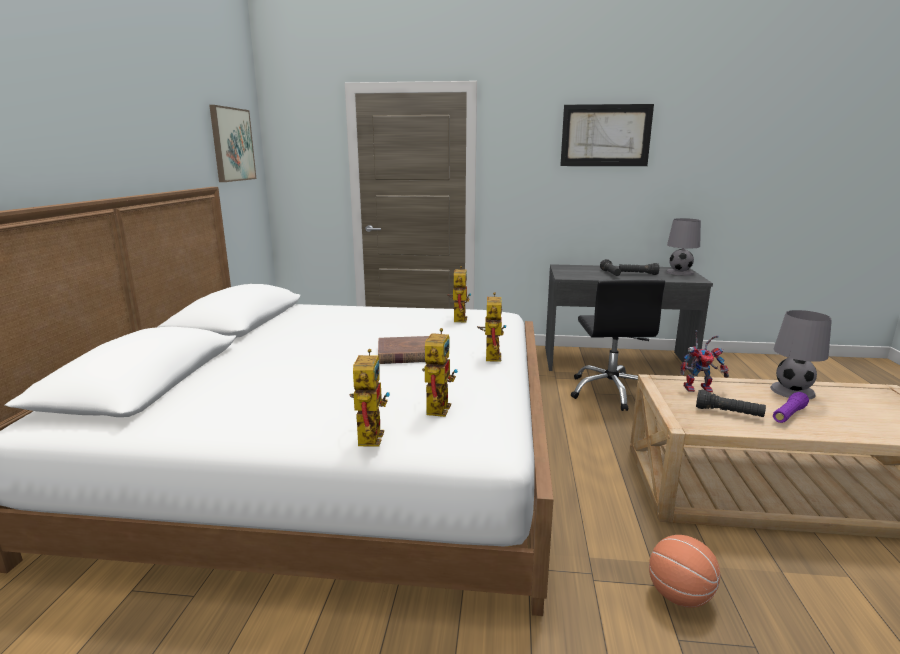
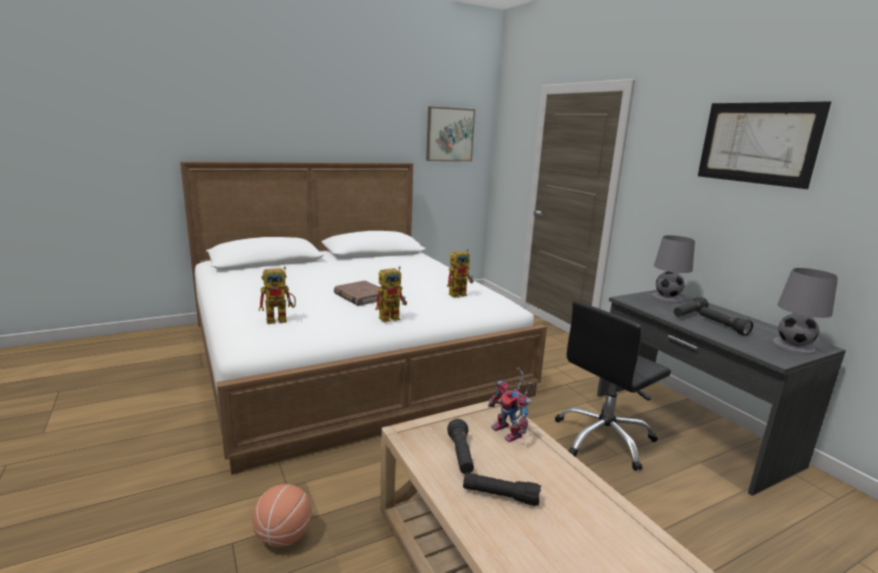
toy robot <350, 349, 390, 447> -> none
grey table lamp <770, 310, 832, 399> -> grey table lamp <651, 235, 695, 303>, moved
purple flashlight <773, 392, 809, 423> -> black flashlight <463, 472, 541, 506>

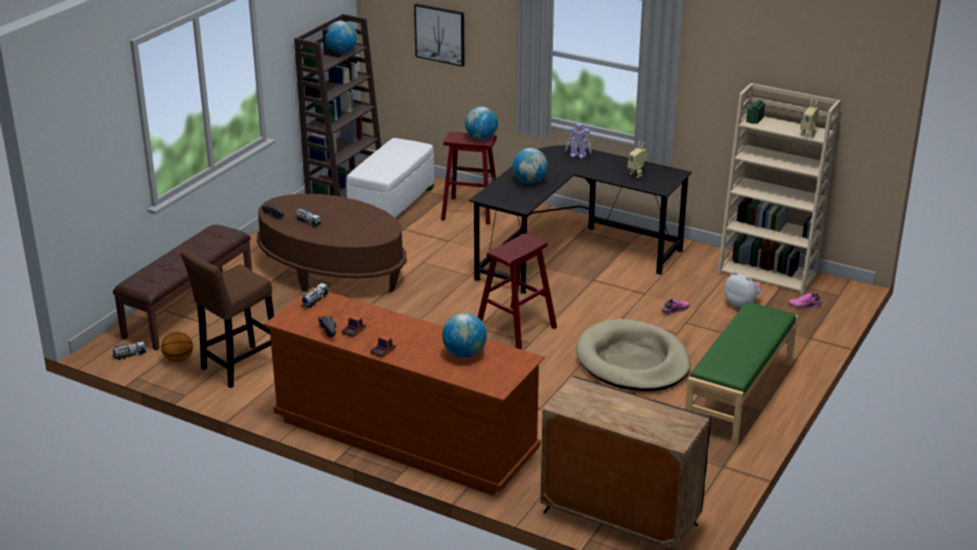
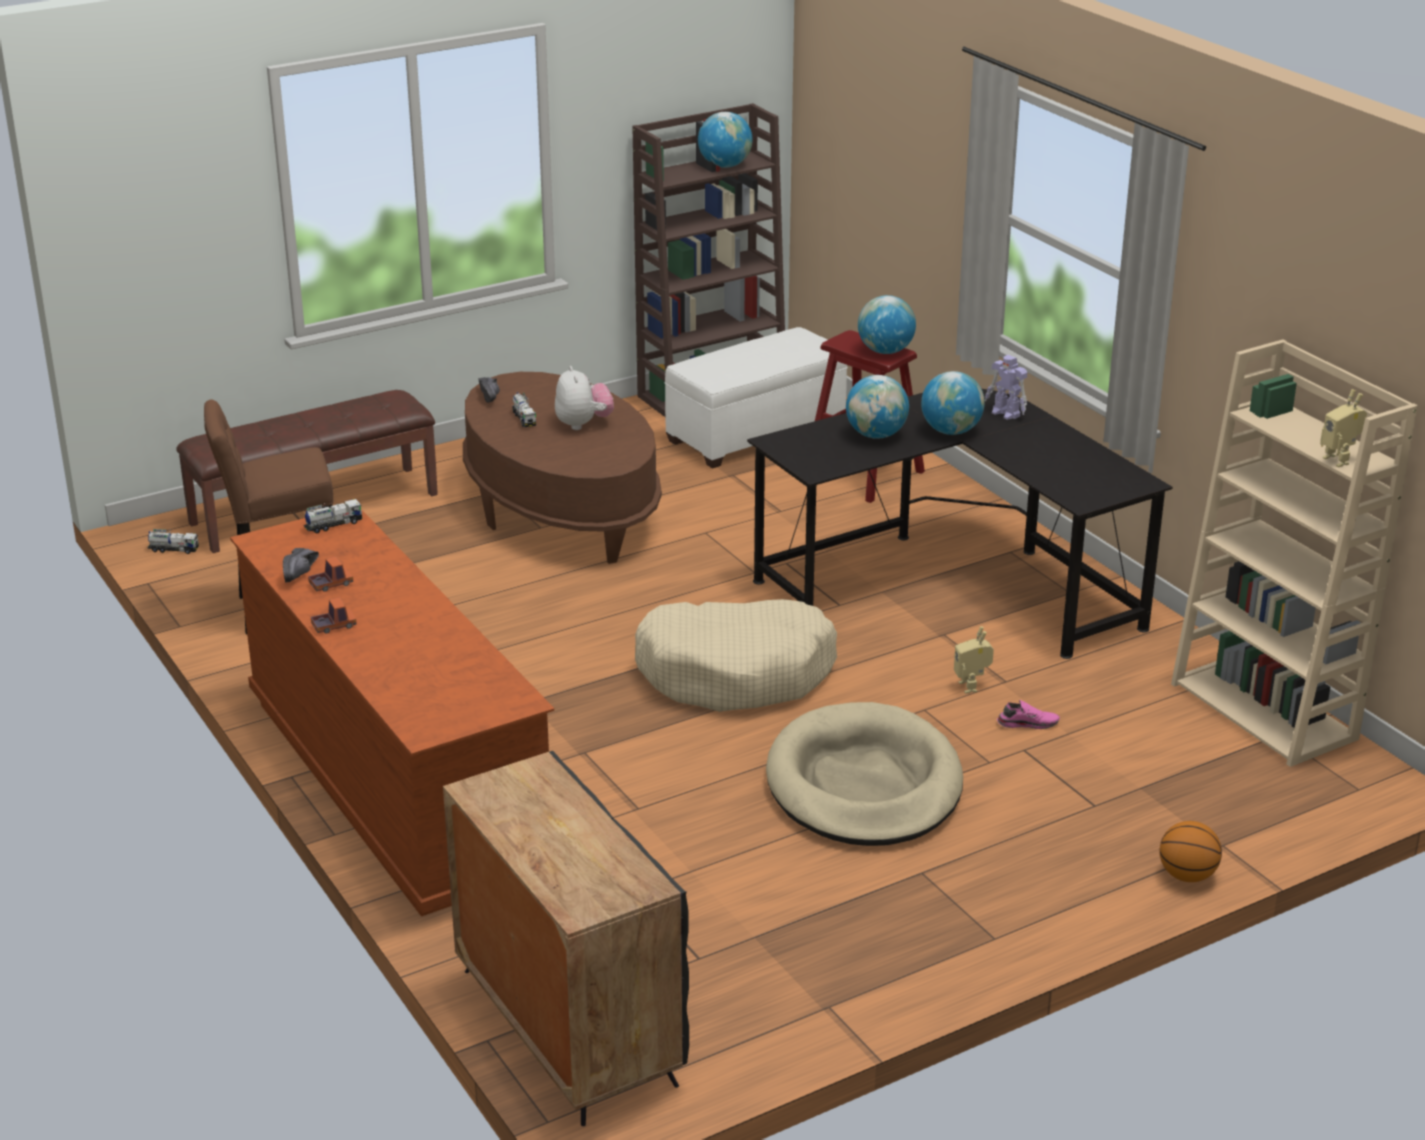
basketball <161, 331, 193, 363> -> basketball <1159, 821, 1222, 882>, moved
picture <414, 4, 465, 67> -> none
globe <442, 313, 487, 358> -> globe <921, 371, 985, 435>, moved
red stool <478, 233, 557, 349> -> beige dog bed <635, 599, 837, 712>
toy robot <628, 140, 647, 178> -> toy robot <954, 626, 994, 694>, moved
green bench <685, 302, 798, 446> -> none
plush toy <724, 272, 762, 309> -> plush toy <555, 366, 614, 430>, moved
pink shoe <788, 293, 822, 309> -> none

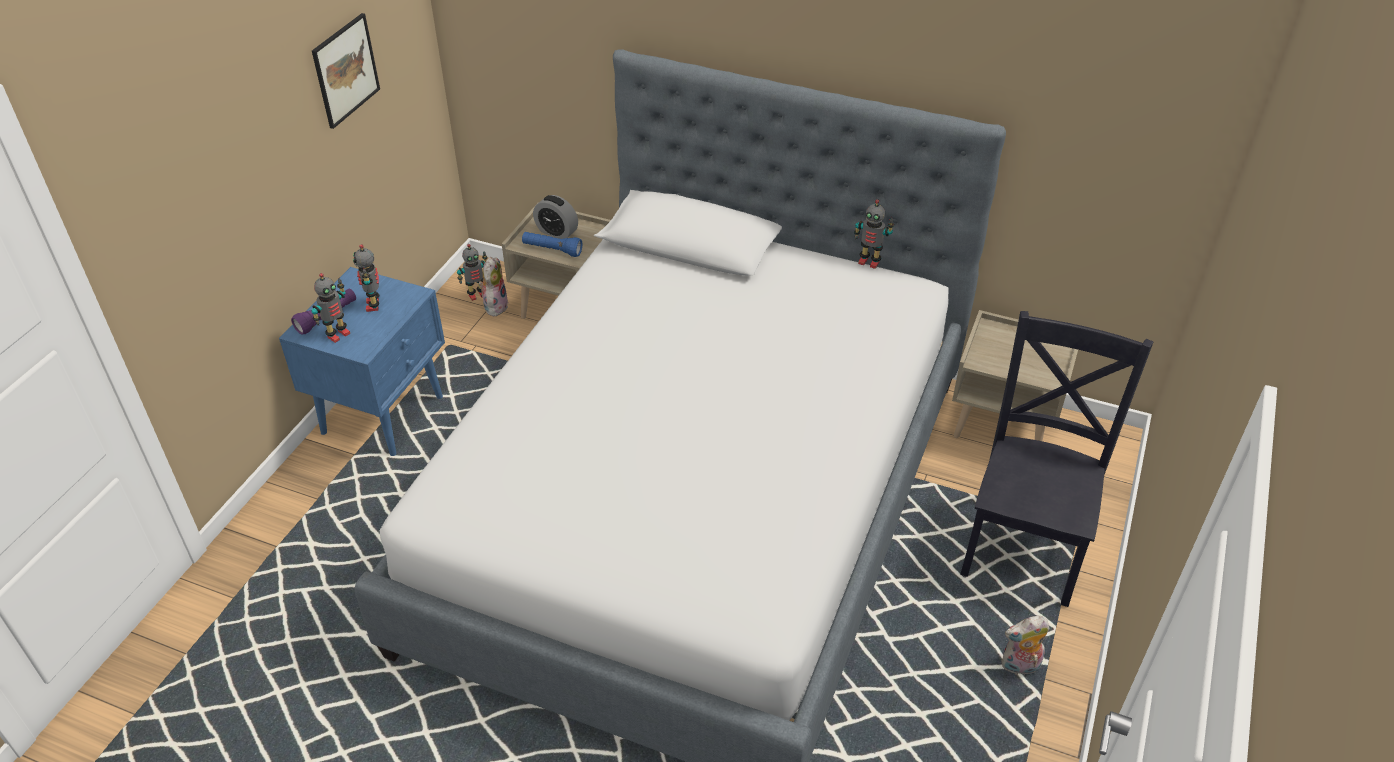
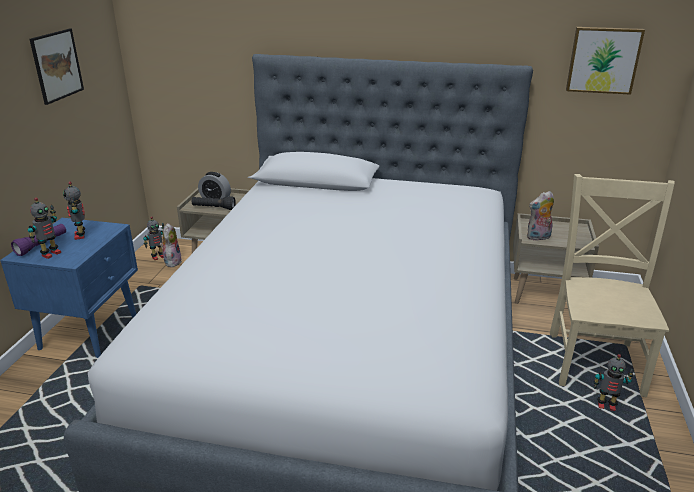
blue flashlight <522, 232, 582, 257> -> black flashlight <192, 196, 236, 210>
toy robot <854, 199, 894, 269> -> toy robot <594, 354, 633, 411>, moved
black chair <960, 311, 1153, 607> -> beige chair <550, 174, 675, 397>
plush toy <1001, 616, 1049, 675> -> plush toy <527, 191, 554, 241>, moved
none -> picture <566, 27, 645, 95>

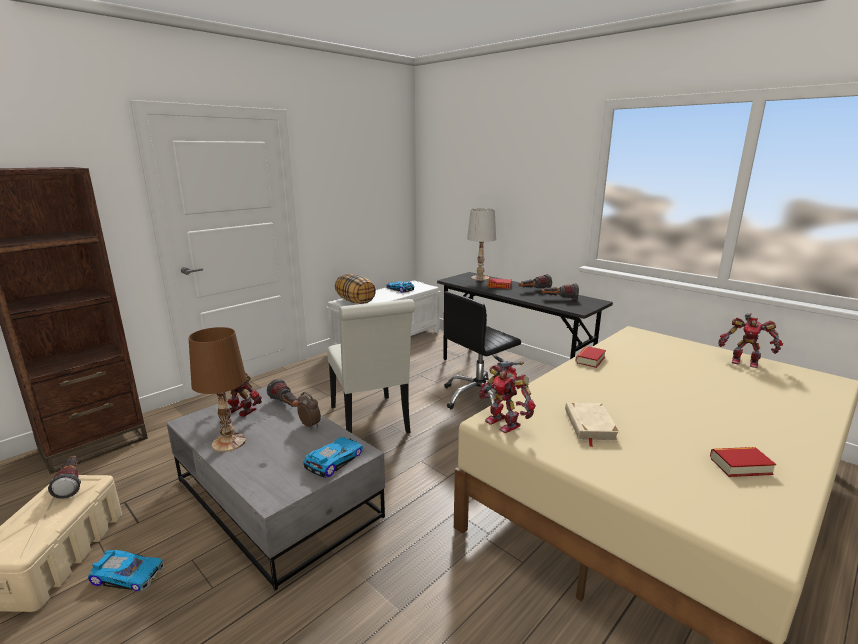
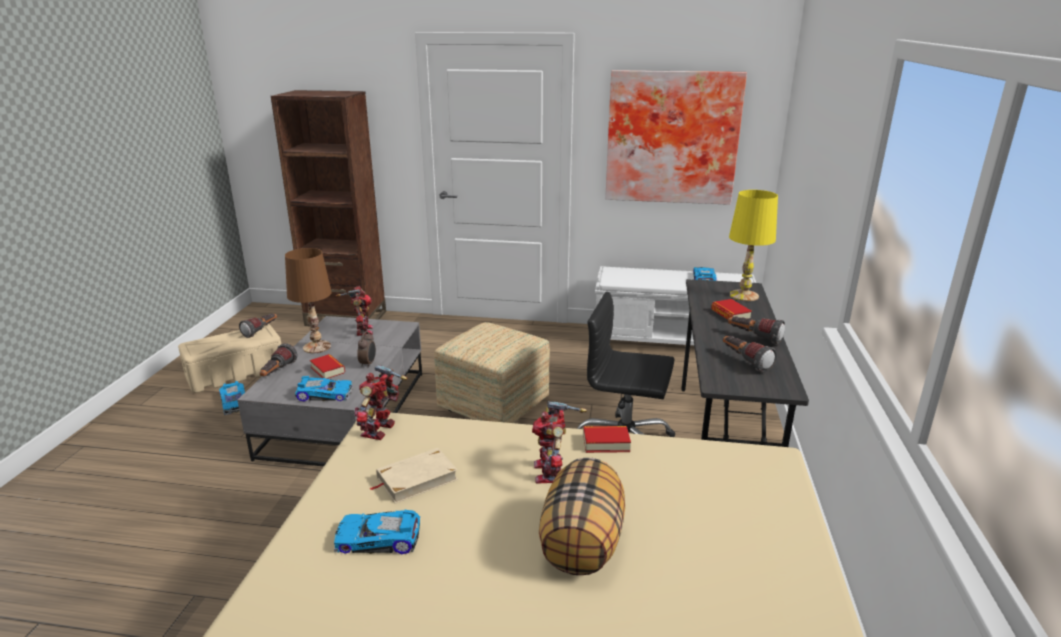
flashlight <267, 379, 299, 407> -> flashlight <260, 343, 297, 376>, moved
white chair <327, 299, 415, 433> -> ottoman <434, 322, 550, 423>
pillow <335, 274, 376, 304> -> pillow <539, 458, 625, 575>, moved
white table lamp <467, 208, 496, 281> -> yellow table lamp <729, 190, 778, 301>
book <710, 447, 776, 477> -> book <310, 354, 345, 379>, moved
toy robot <719, 313, 783, 368> -> toy robot <532, 401, 587, 483>, moved
none -> toy car <334, 510, 420, 554>
none -> picture <605, 70, 747, 205>

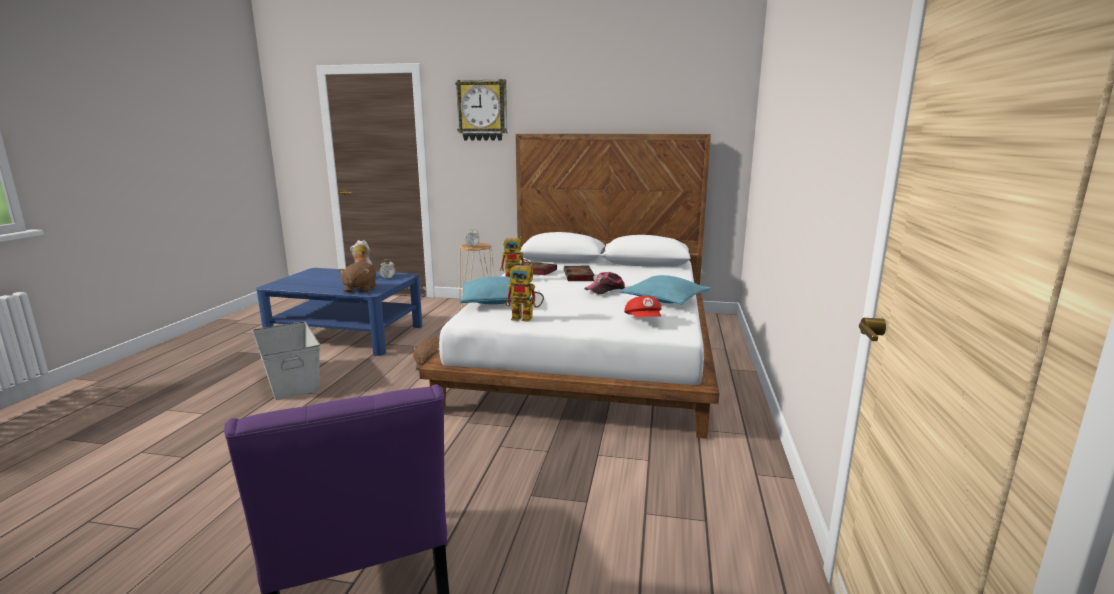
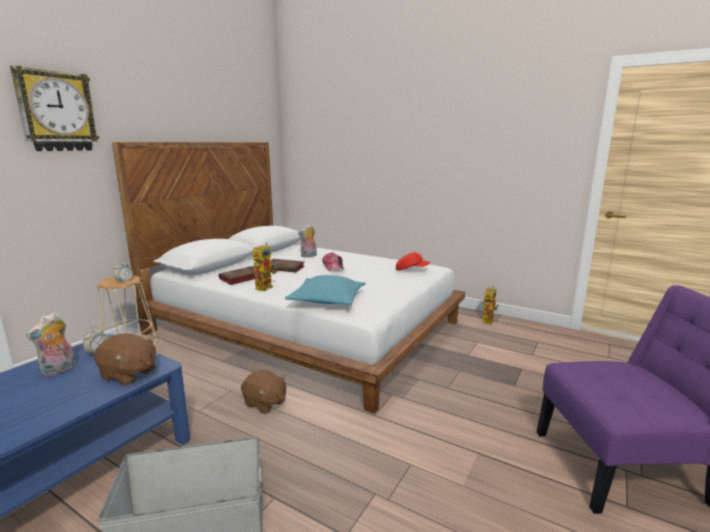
toy robot <505, 264, 544, 322> -> toy robot <482, 286, 499, 325>, moved
turquoise pillow <619, 275, 711, 304> -> none
none -> plush toy <298, 224, 317, 258>

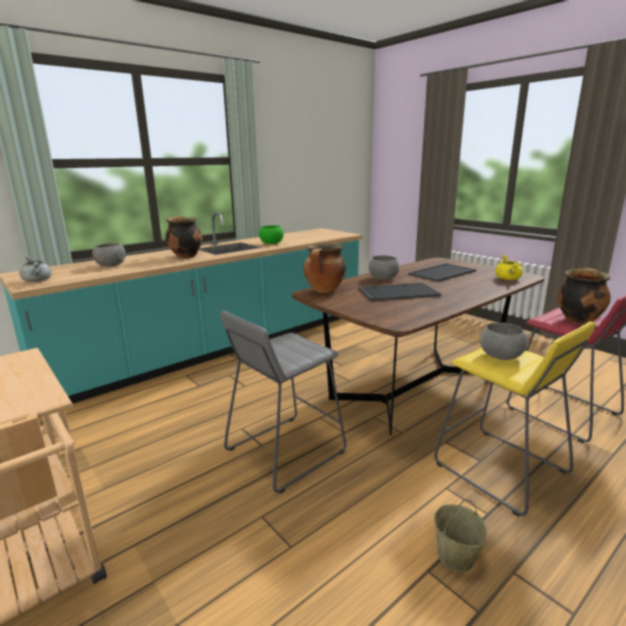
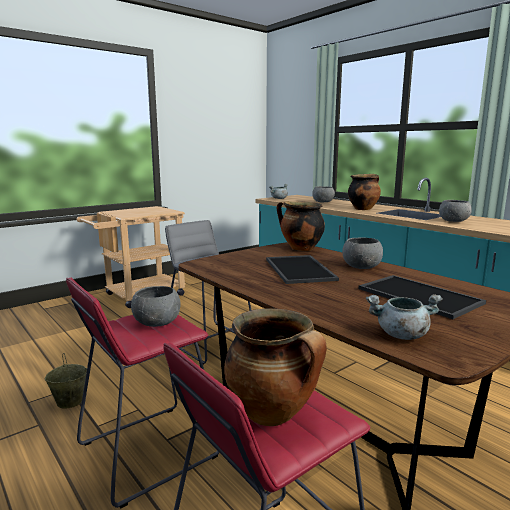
green bowl <259, 225, 284, 244> -> grey bowl <439, 200, 472, 222>
yellow stool <434, 322, 595, 516> -> red stool <66, 278, 219, 509>
yellow cooking pot <495, 255, 523, 280> -> grey cooking pot <366, 294, 443, 340>

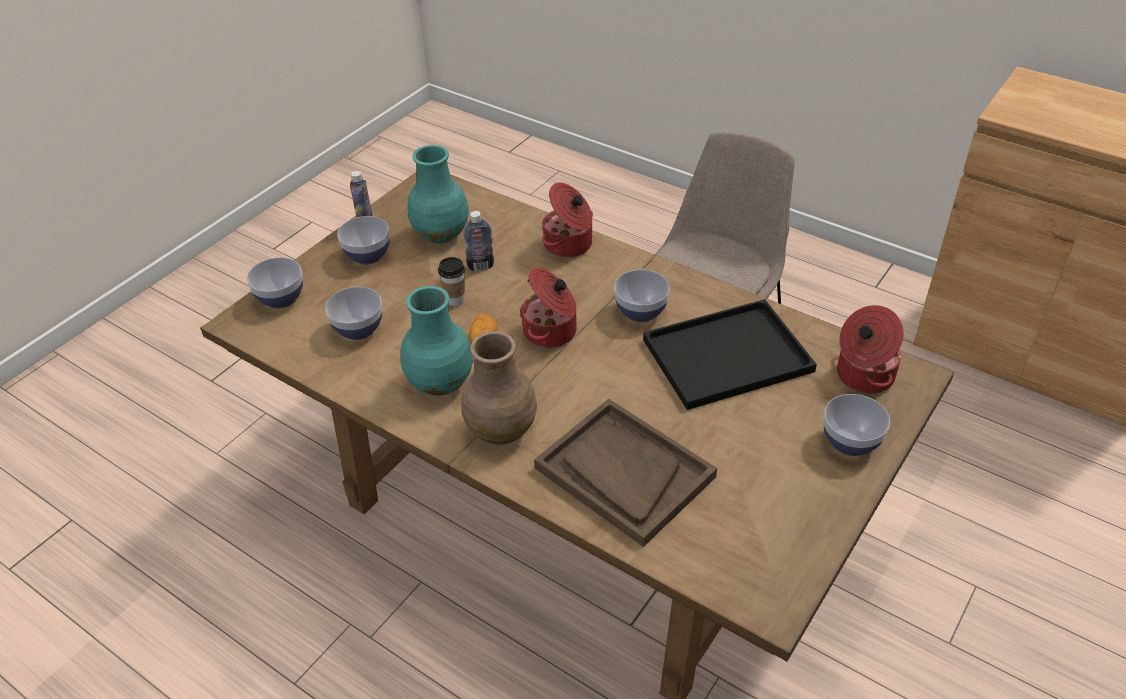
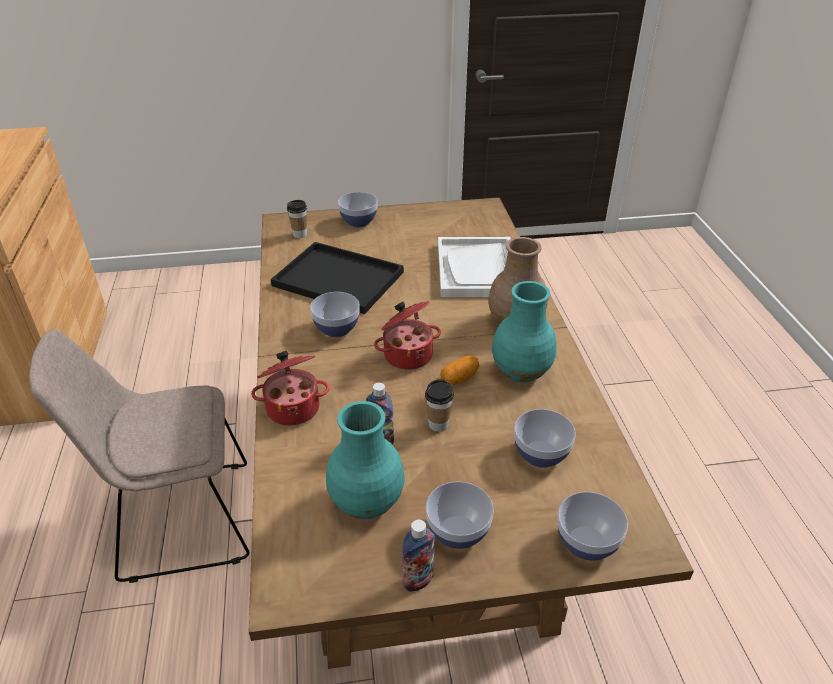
brown tray <534, 399, 717, 547> -> white tray <438, 237, 511, 297>
cooking pot <837, 305, 903, 394> -> cup <287, 200, 307, 238>

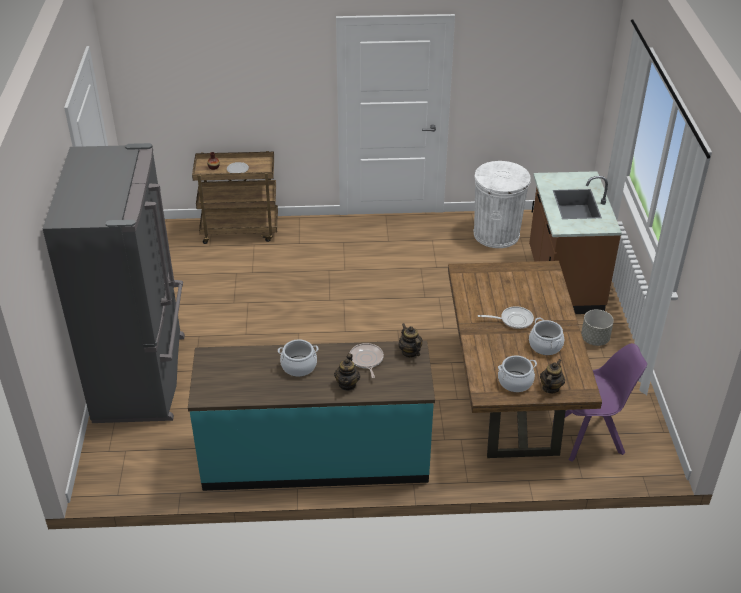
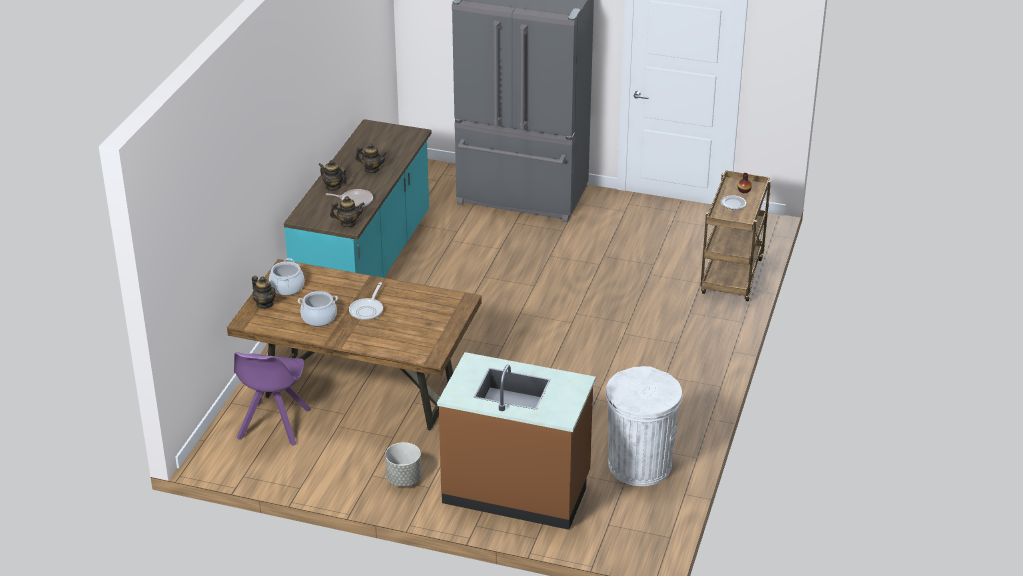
cooking pot <278, 339, 318, 377> -> teapot <355, 143, 387, 173>

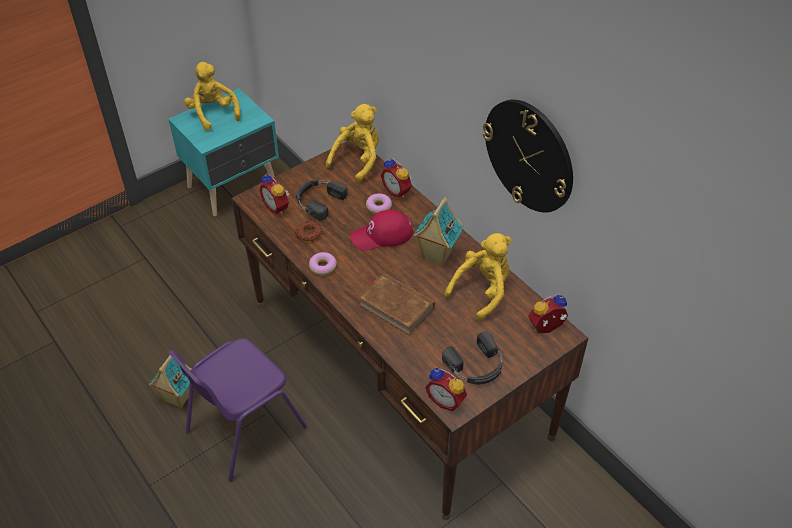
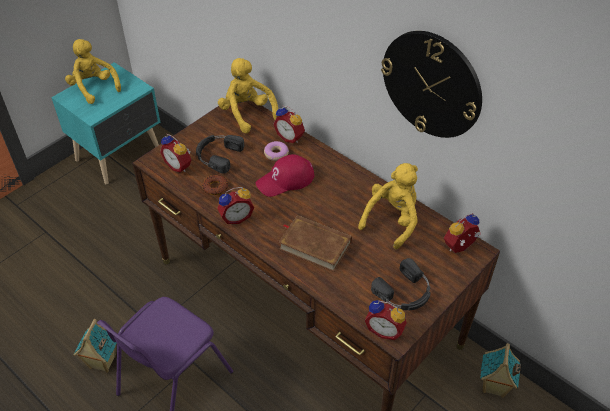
donut <309, 252, 337, 275> -> alarm clock <217, 187, 254, 224>
yellow plush toy <326, 104, 379, 184> -> yellow plush toy <218, 58, 278, 133>, 60 degrees counterclockwise
toy house <414, 197, 463, 267> -> toy house <480, 343, 521, 398>, moved

